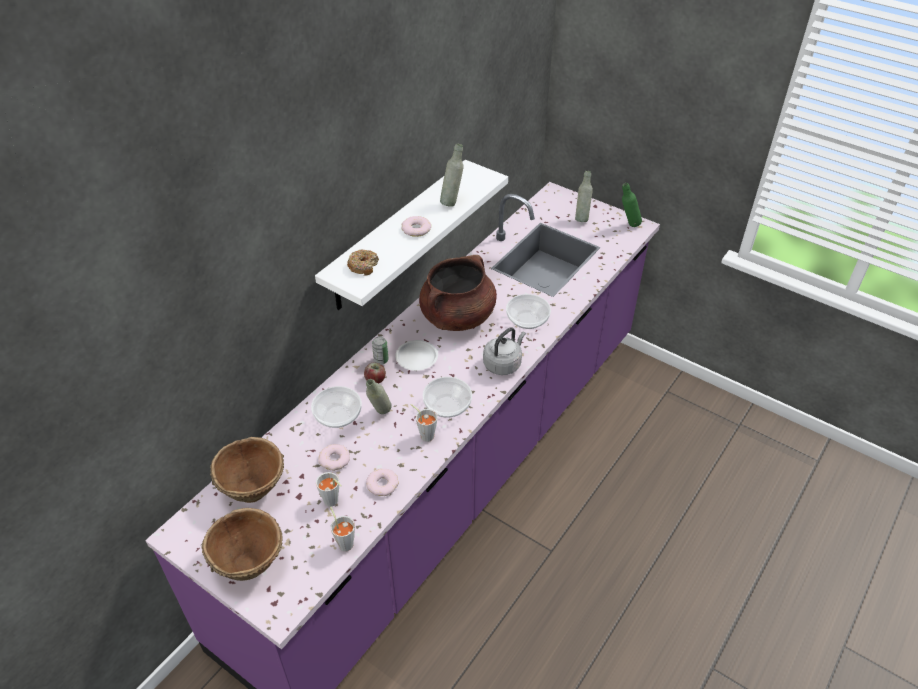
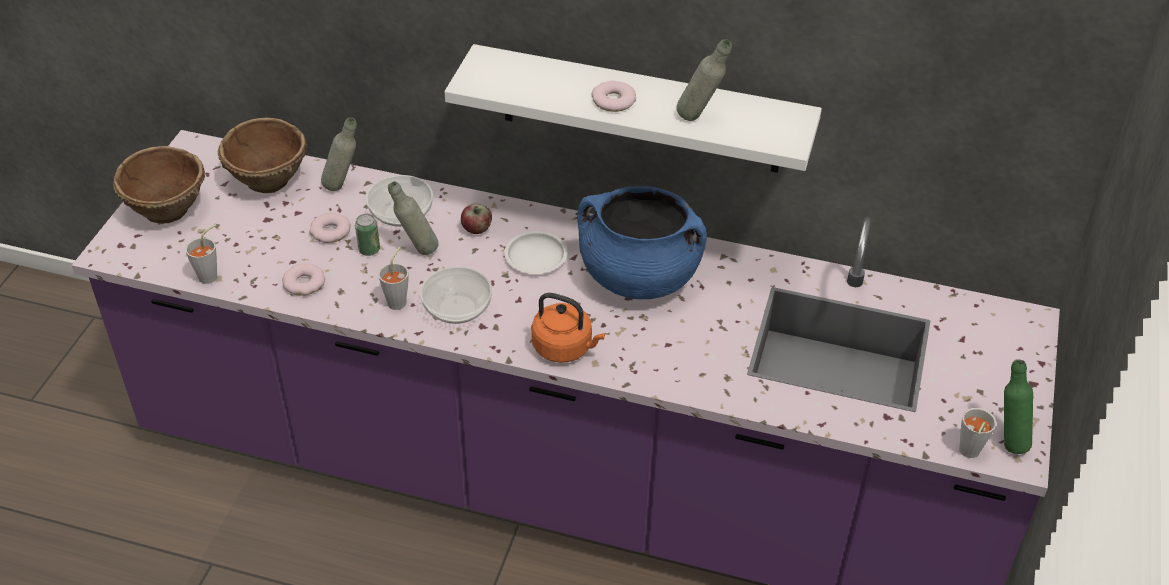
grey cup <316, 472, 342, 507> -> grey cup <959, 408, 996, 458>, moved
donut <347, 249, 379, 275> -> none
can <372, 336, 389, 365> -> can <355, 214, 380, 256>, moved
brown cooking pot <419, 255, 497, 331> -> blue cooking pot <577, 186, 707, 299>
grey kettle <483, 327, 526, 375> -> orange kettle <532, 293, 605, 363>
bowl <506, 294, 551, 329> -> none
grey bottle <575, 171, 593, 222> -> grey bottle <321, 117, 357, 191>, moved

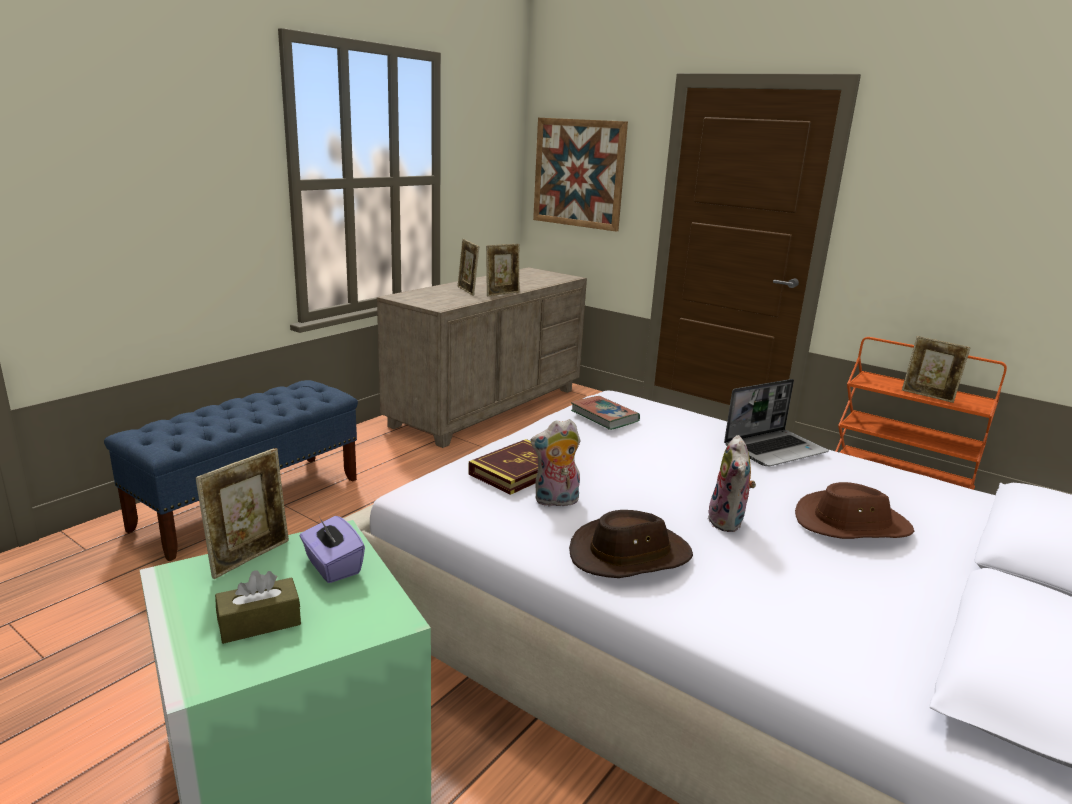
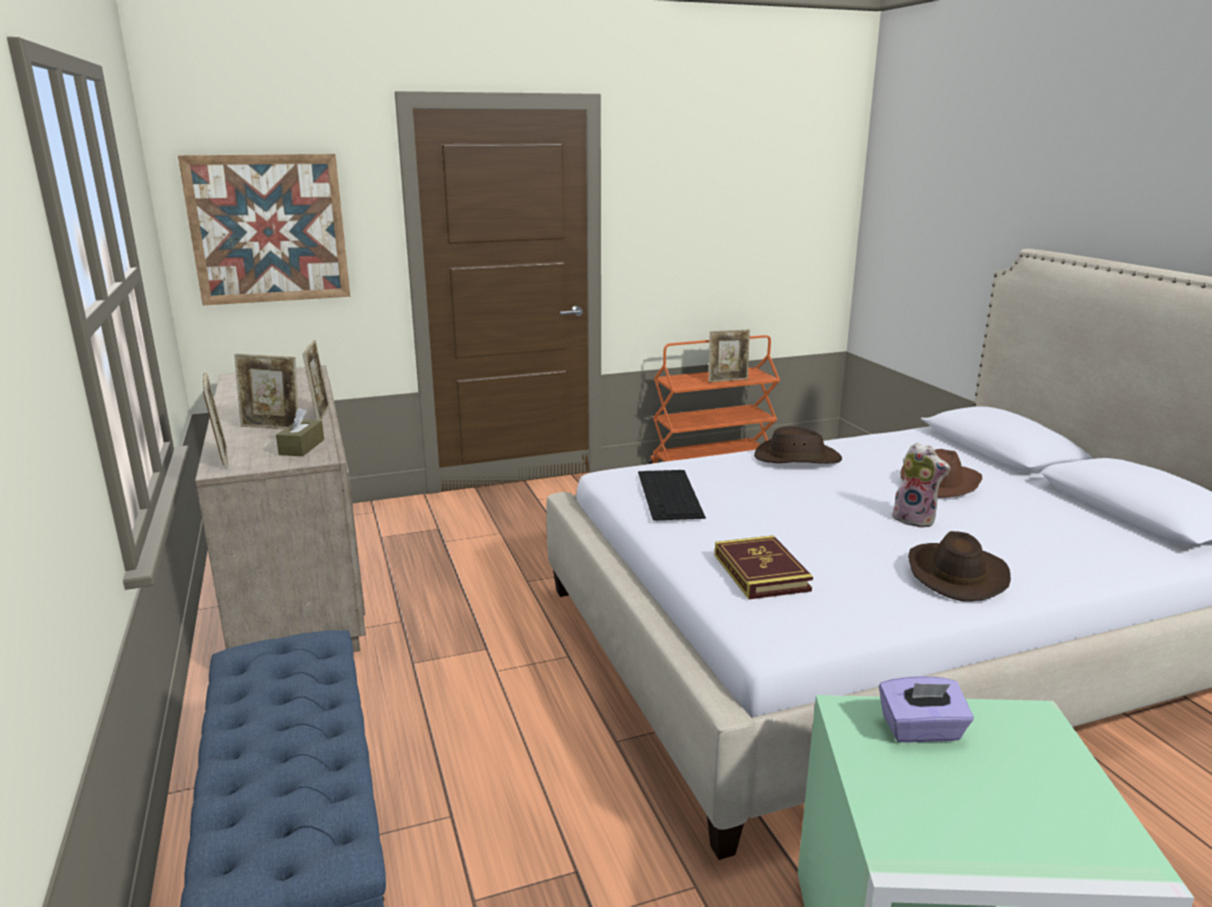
picture frame <196, 448, 289, 579> -> picture frame <203, 373, 229, 468>, moved
brown tissue box <215, 570, 301, 644> -> brown tissue box <276, 408, 324, 456>, moved
plush toy <530, 419, 580, 507> -> none
book <571, 396, 640, 430> -> keyboard <638, 470, 706, 521>
laptop <724, 379, 829, 466> -> brown hat <754, 426, 842, 464>

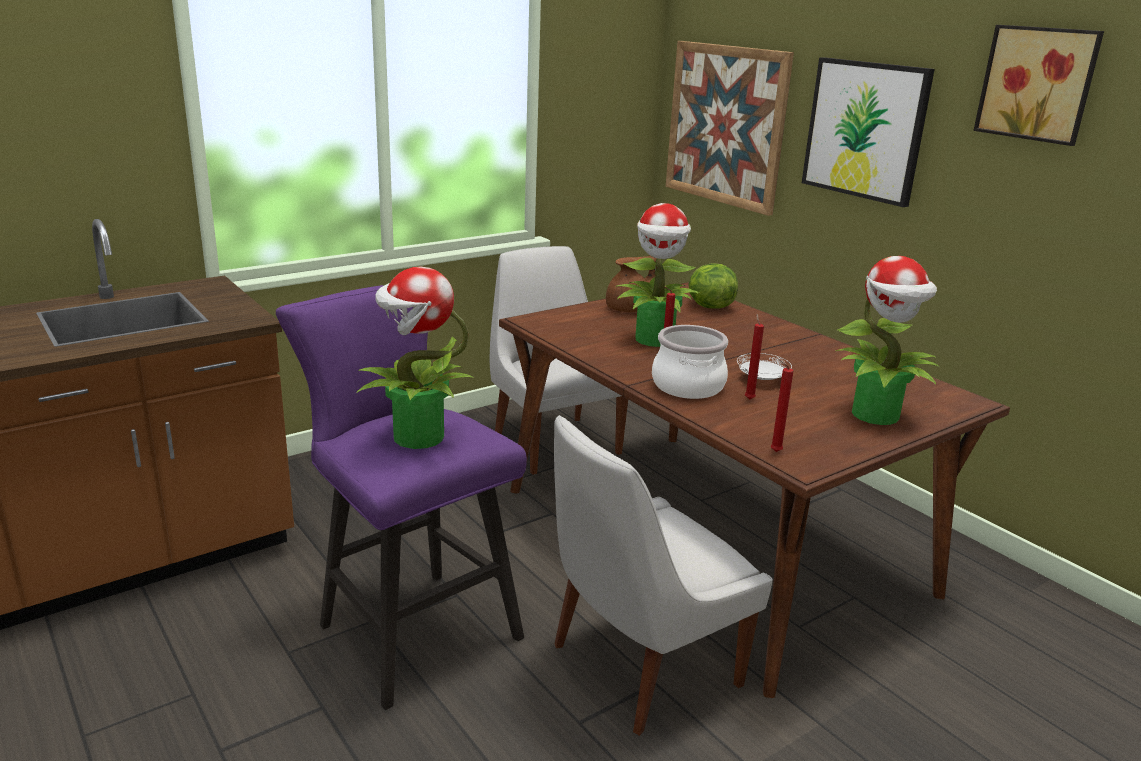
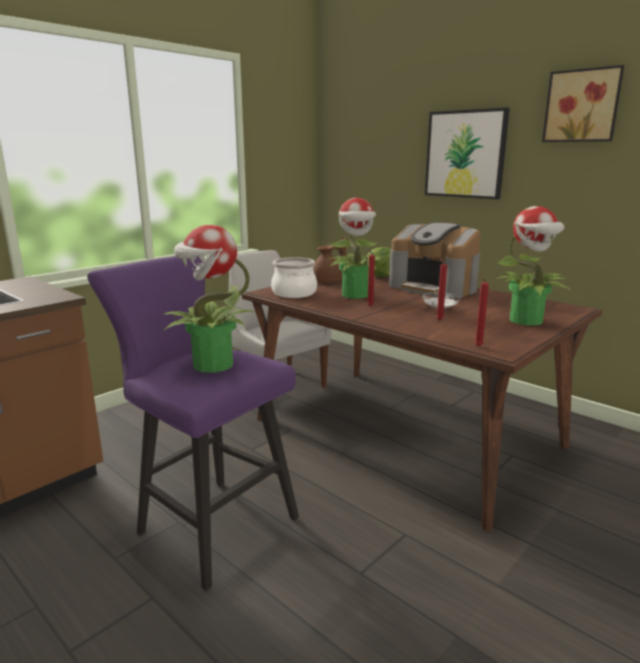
white chair <554, 415, 773, 736> -> none
cooking pot <652, 325, 728, 399> -> cooking pot <271, 257, 317, 298>, moved
picture <666, 41, 794, 216> -> none
none -> coffee machine <389, 223, 481, 299>

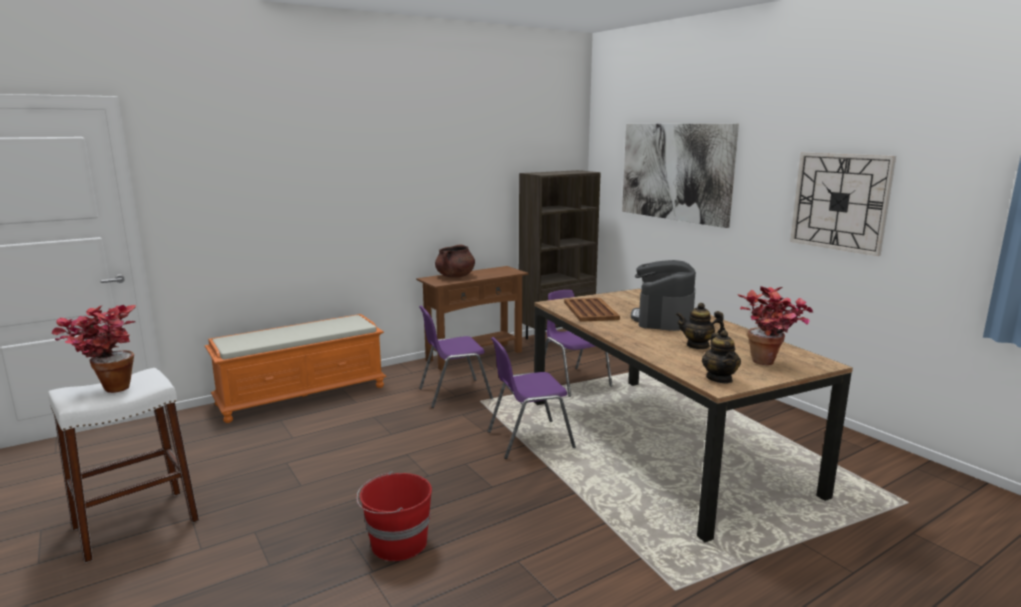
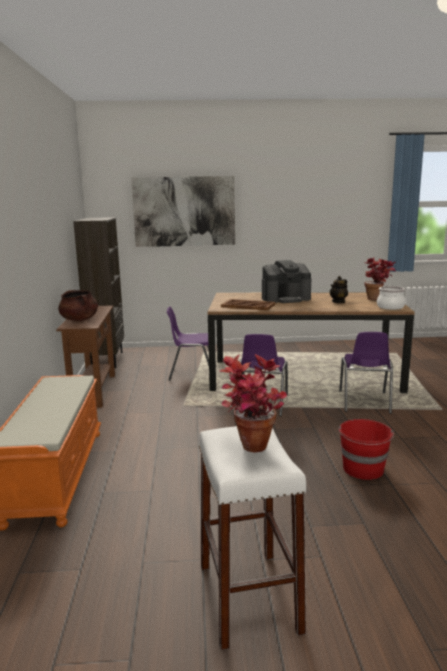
purple chair <419, 306, 493, 408> -> purple chair <339, 332, 393, 414>, moved
coffee machine <631, 260, 696, 331> -> coffee machine <262, 260, 311, 303>, 60 degrees counterclockwise
teapot <702, 330, 741, 383> -> cooking pot <377, 286, 405, 310>
wall clock <790, 152, 896, 256> -> none

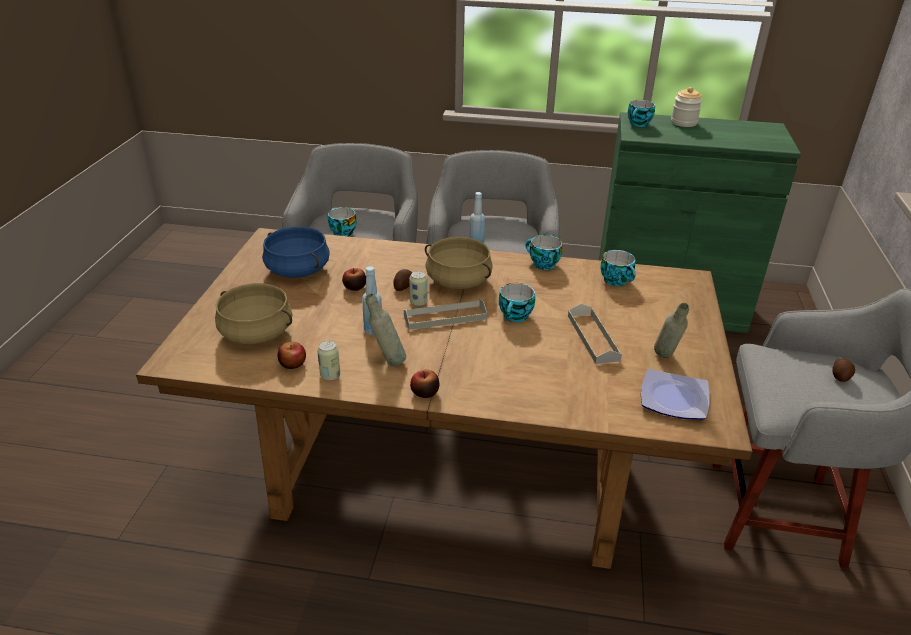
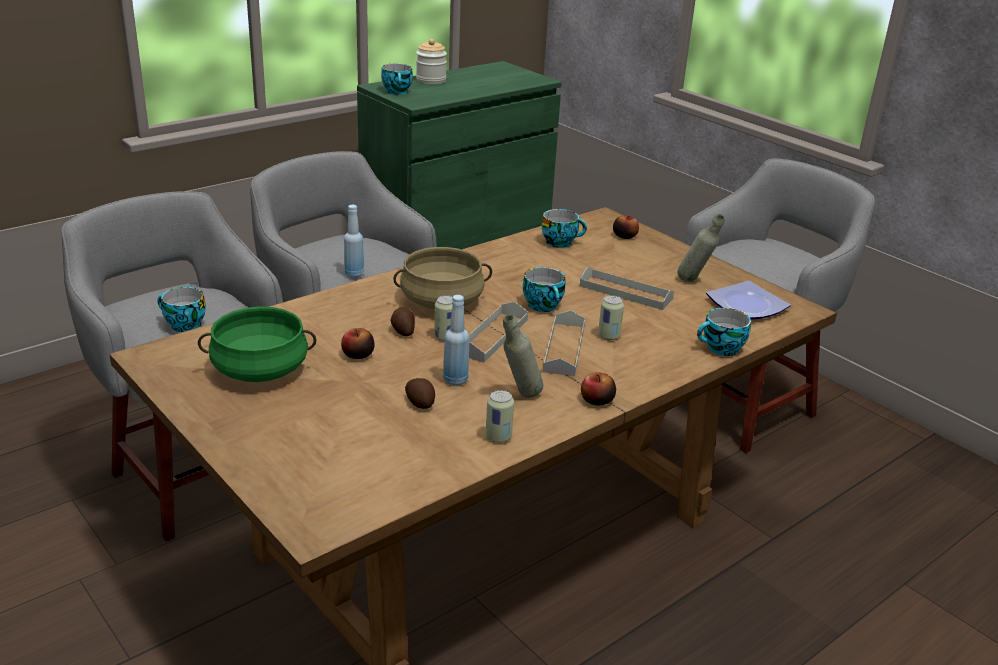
beige cooking pot <215, 283, 293, 344> -> none
blue cooking pot <262, 227, 330, 278> -> green cooking pot <198, 306, 316, 382>
apple <278, 342, 306, 369> -> apple <613, 215, 639, 239>, moved
cup <526, 235, 563, 270> -> cup <697, 308, 751, 356>, moved
potato <832, 358, 855, 382> -> potato <405, 378, 435, 409>, moved
none -> grey tray <543, 310, 585, 376>
none -> can <598, 296, 624, 340>

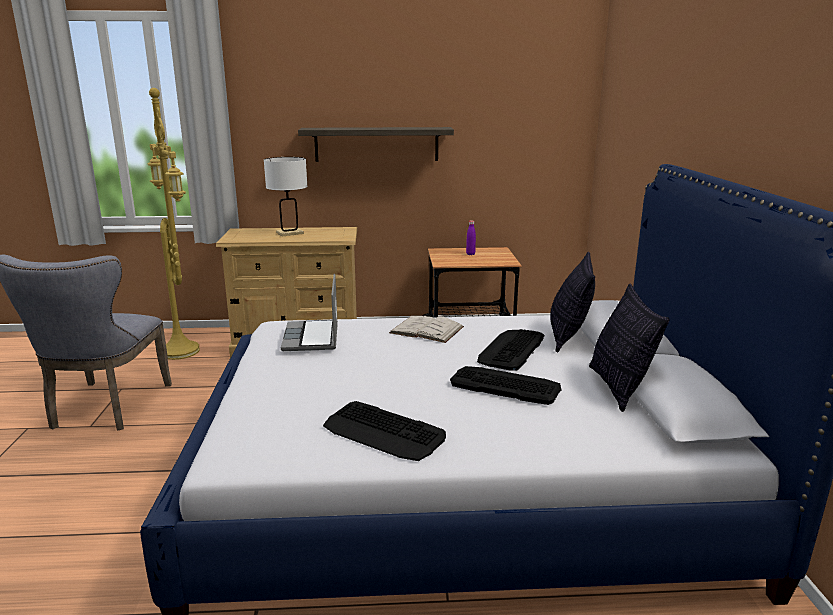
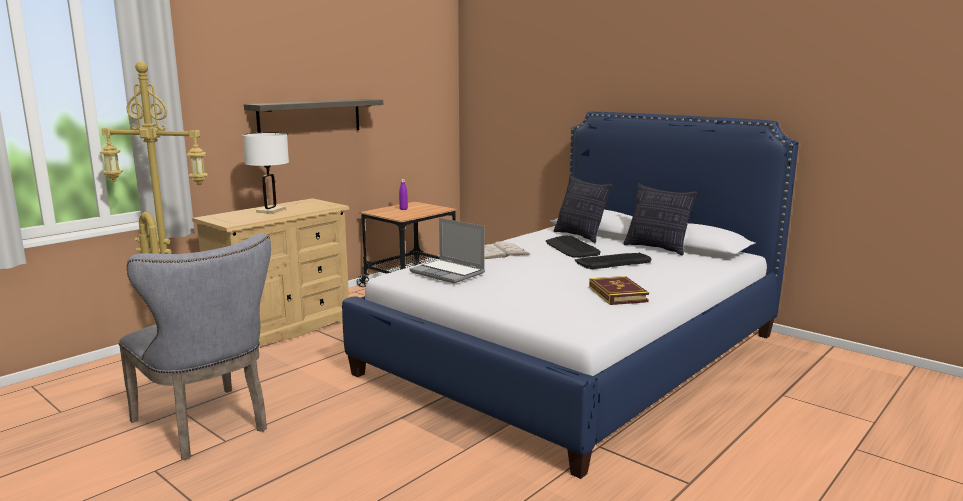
keyboard <323, 401, 446, 461> -> book <589, 276, 649, 305>

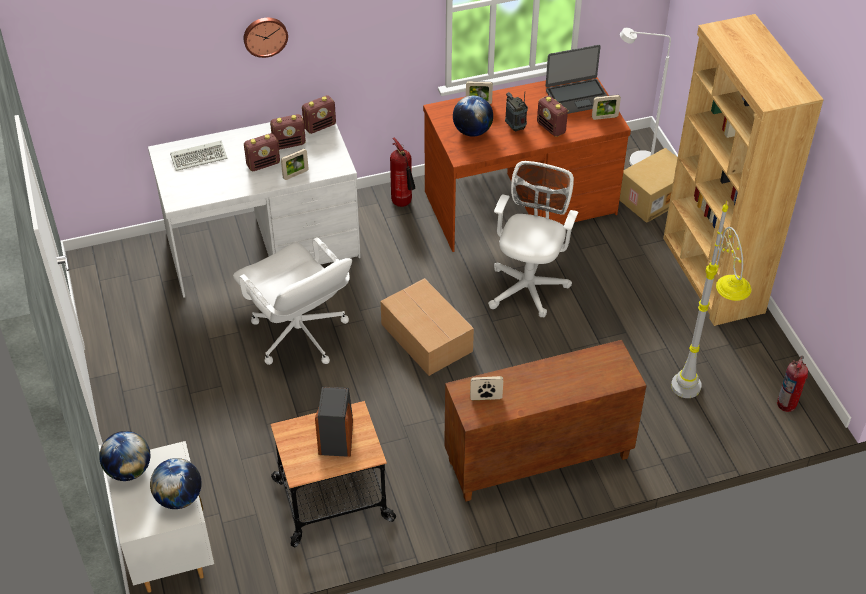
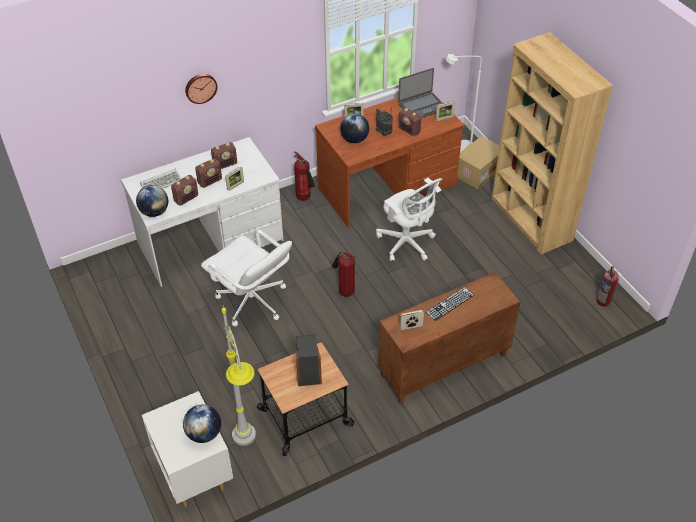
globe <99, 431, 150, 481> -> globe <136, 185, 168, 217>, moved
radio <302, 95, 336, 134> -> radio <171, 175, 198, 206>, moved
cardboard box <381, 278, 474, 376> -> fire extinguisher <332, 252, 355, 297>
white office chair <488, 161, 578, 317> -> white office chair <376, 178, 442, 261>, 135 degrees clockwise
grey floor lamp <671, 201, 751, 398> -> grey floor lamp <222, 305, 256, 446>, moved
none -> keyboard <426, 287, 474, 321>

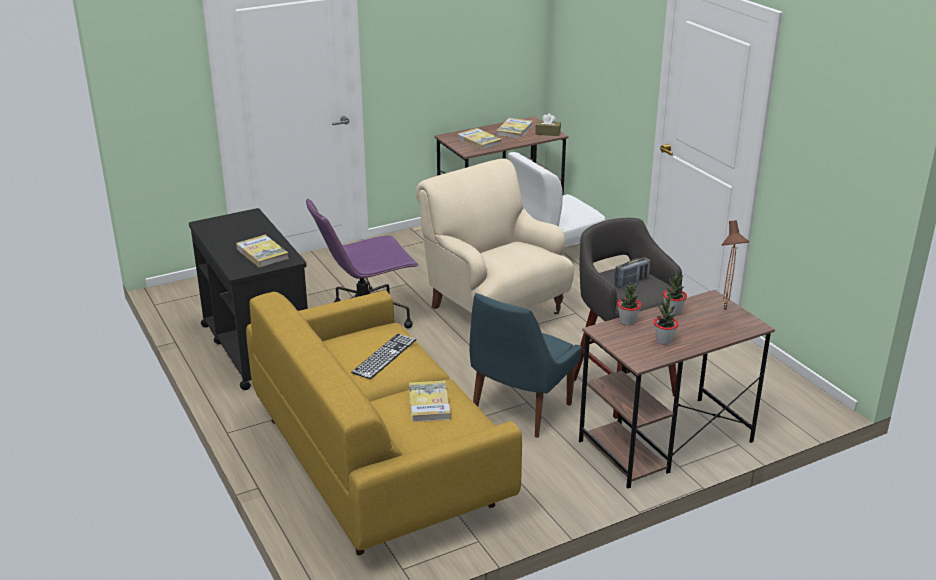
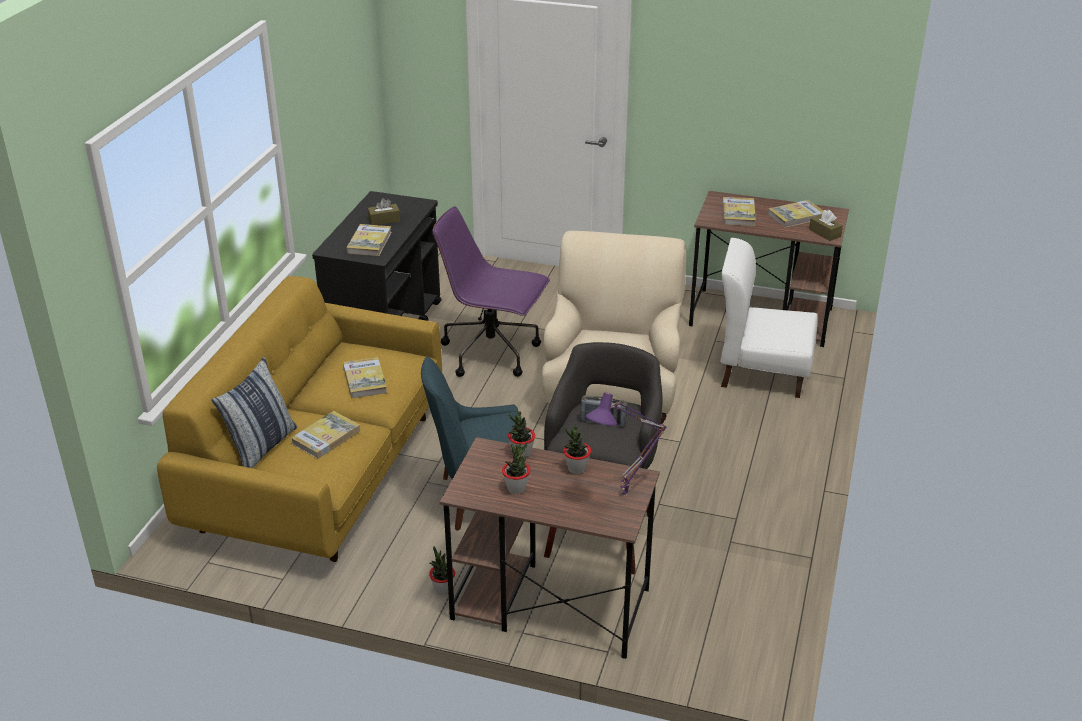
keyboard <351, 334, 417, 379> -> book <343, 357, 387, 398>
brown table lamp <722, 220, 749, 312> -> purple table lamp <585, 392, 667, 497>
none -> pillow <211, 356, 297, 468>
none -> brown tissue box <367, 198, 400, 225>
none -> potted plant <429, 546, 455, 595>

